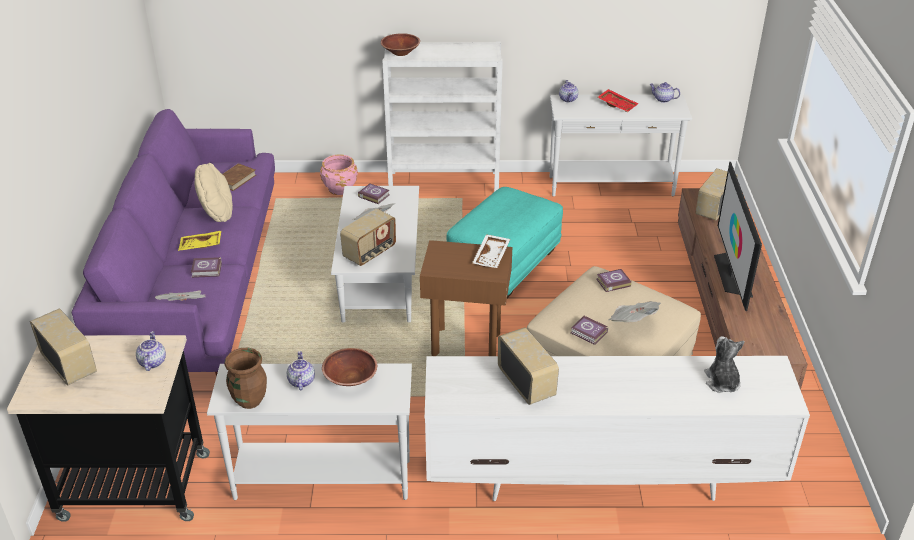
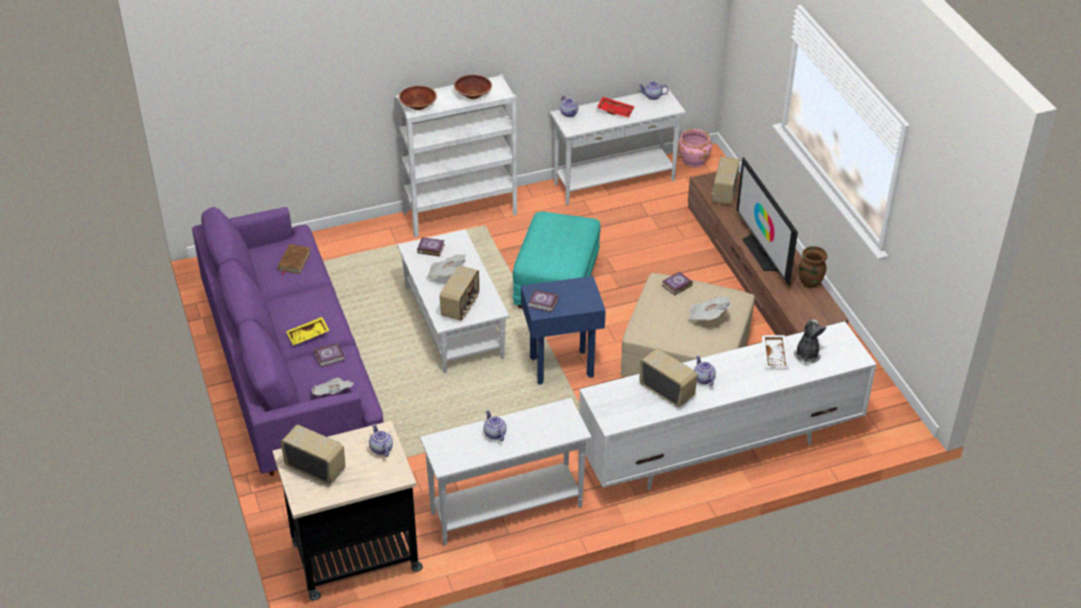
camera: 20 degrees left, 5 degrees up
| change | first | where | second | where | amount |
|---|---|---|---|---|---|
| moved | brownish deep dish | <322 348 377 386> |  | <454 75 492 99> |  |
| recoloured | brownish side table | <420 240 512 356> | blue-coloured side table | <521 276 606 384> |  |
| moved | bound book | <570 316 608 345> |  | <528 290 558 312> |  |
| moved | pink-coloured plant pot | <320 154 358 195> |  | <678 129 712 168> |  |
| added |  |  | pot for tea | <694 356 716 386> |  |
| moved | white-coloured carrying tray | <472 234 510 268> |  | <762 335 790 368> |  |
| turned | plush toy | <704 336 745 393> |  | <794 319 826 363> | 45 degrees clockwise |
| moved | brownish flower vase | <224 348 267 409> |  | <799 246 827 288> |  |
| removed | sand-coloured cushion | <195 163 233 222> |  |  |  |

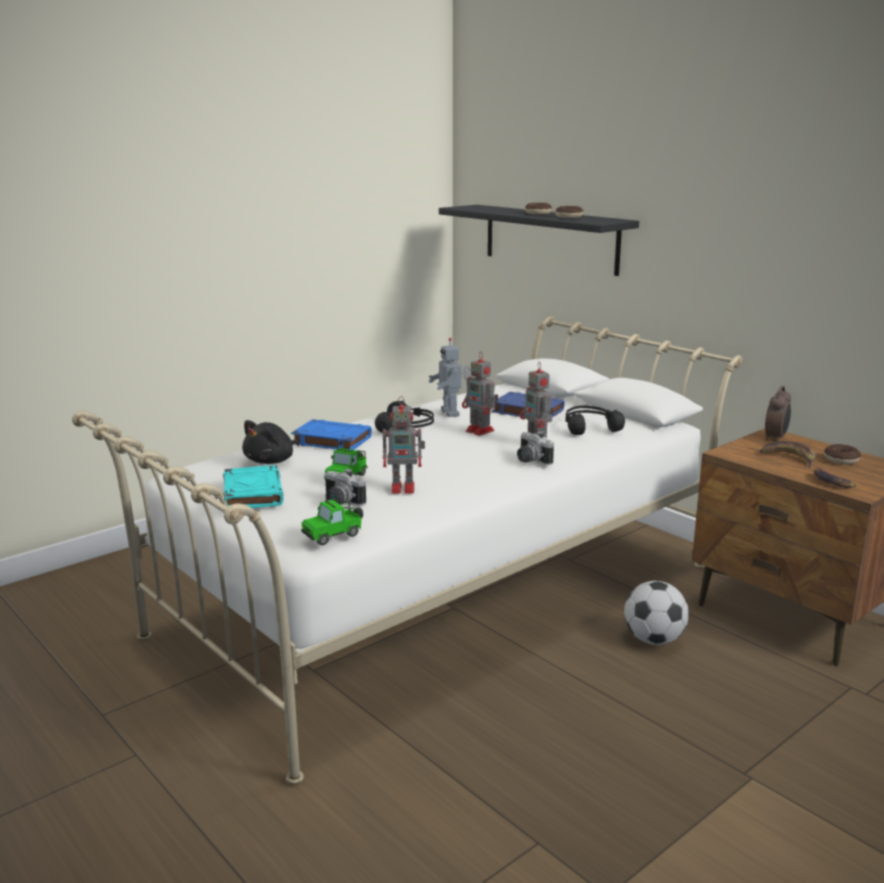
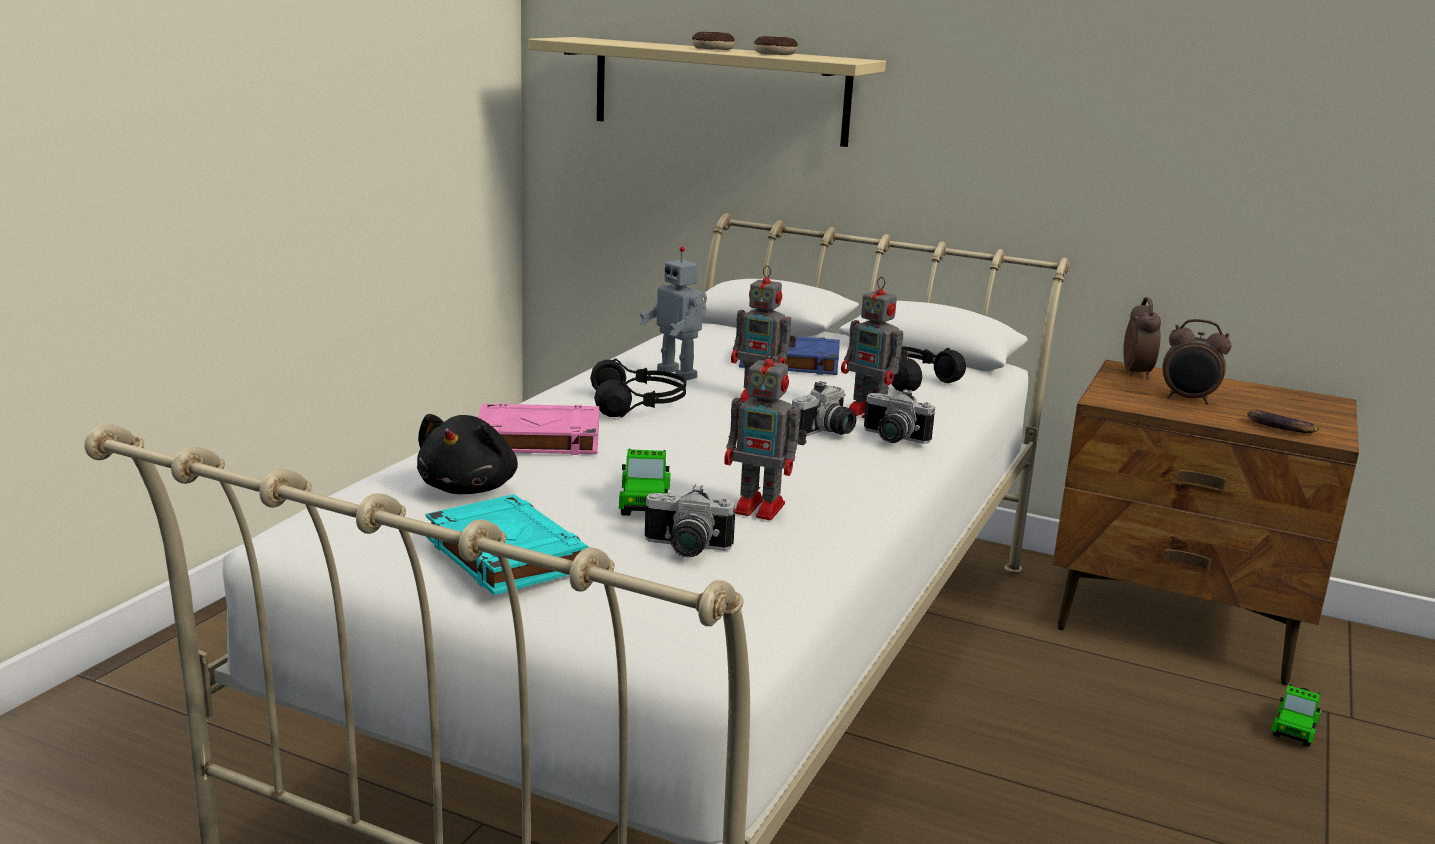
camera: 25 degrees left, 0 degrees up
| change | first | where | second | where | amount |
|---|---|---|---|---|---|
| recoloured | blue-coloured bound book | <291 419 372 450> | pink-coloured bound book | <478 403 599 455> |  |
| recoloured | blackish shelf | <439 205 639 276> | sand-coloured shelf | <528 37 886 147> |  |
| turned | model robot | <383 396 425 494> |  | <724 344 807 520> | 45 degrees clockwise |
| added |  |  | still camera | <792 381 856 436> |  |
| replaced | banana fruit | <759 441 815 468> | alarm clock | <1162 319 1231 404> |  |
| moved | toy car | <301 500 363 545> |  | <1271 683 1321 747> |  |
| removed | football | <624 581 689 645> |  |  |  |
| removed | doughnut | <824 444 861 465> |  |  |  |

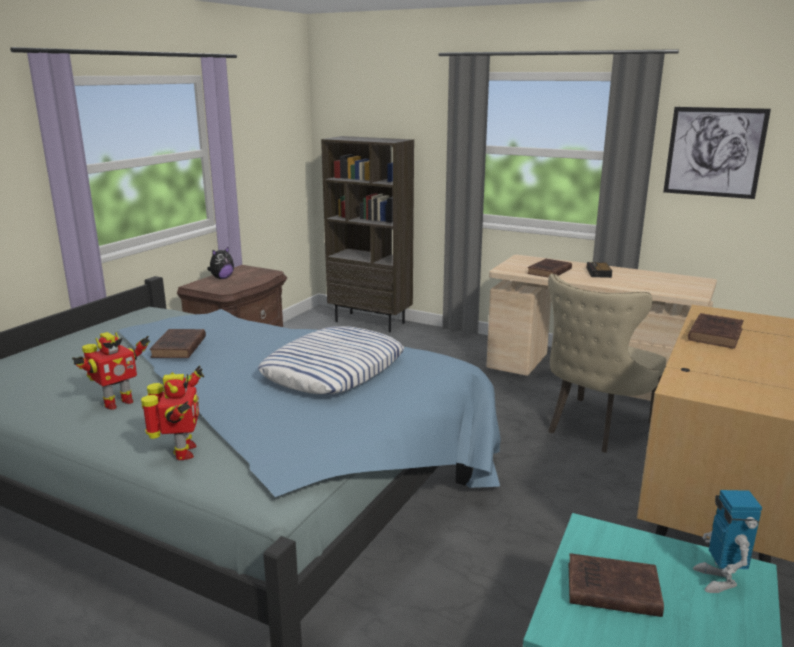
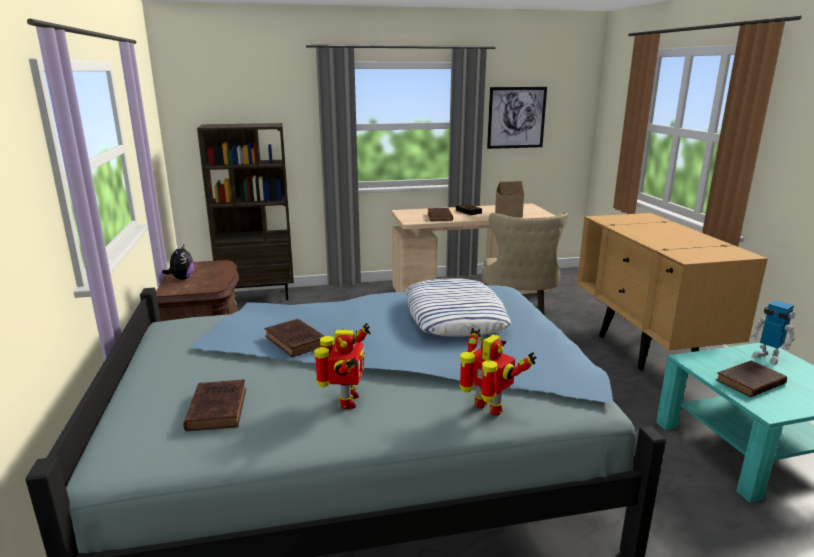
camera: 40 degrees left, 0 degrees up
| change | first | where | second | where | amount |
|---|---|---|---|---|---|
| moved | brownish bound book | <688 313 744 349> |  | <183 380 246 432> |  |
| added |  |  | model house | <495 181 524 217> |  |

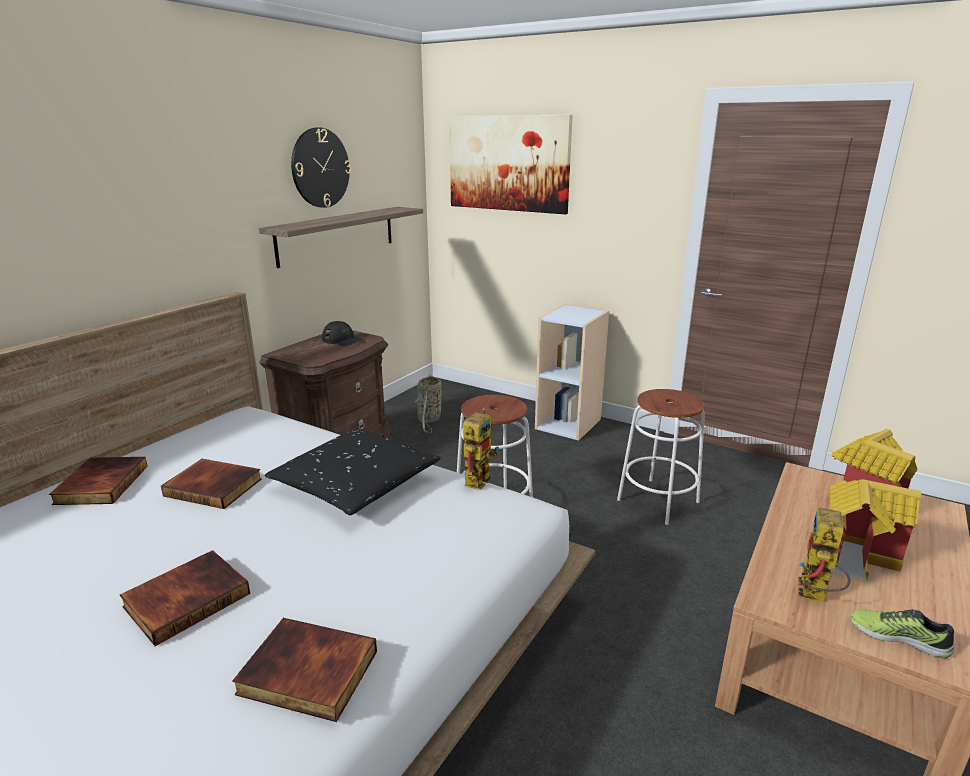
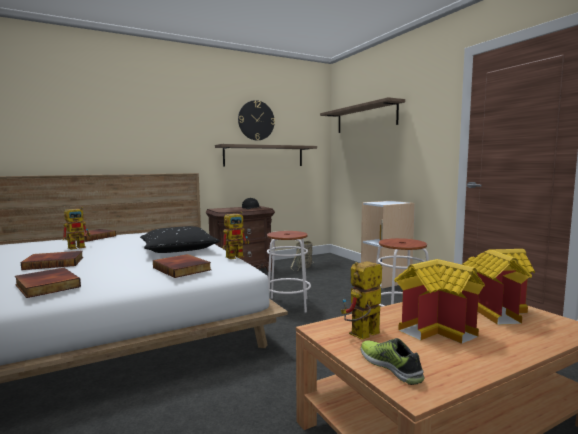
camera: 30 degrees right, 15 degrees down
| change | first | where | second | where | amount |
|---|---|---|---|---|---|
| added |  |  | model robot | <63 207 91 250> |  |
| moved | bound book | <161 459 262 509> |  | <153 254 211 278> |  |
| replaced | wall art | <449 115 573 214> | shelf | <320 97 405 133> |  |

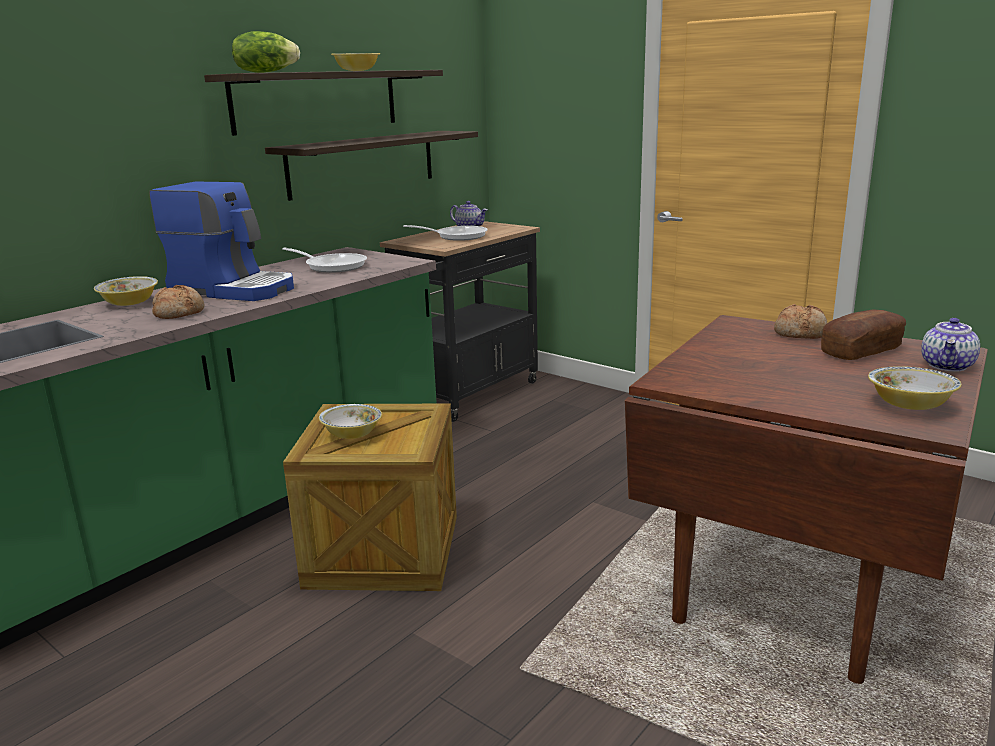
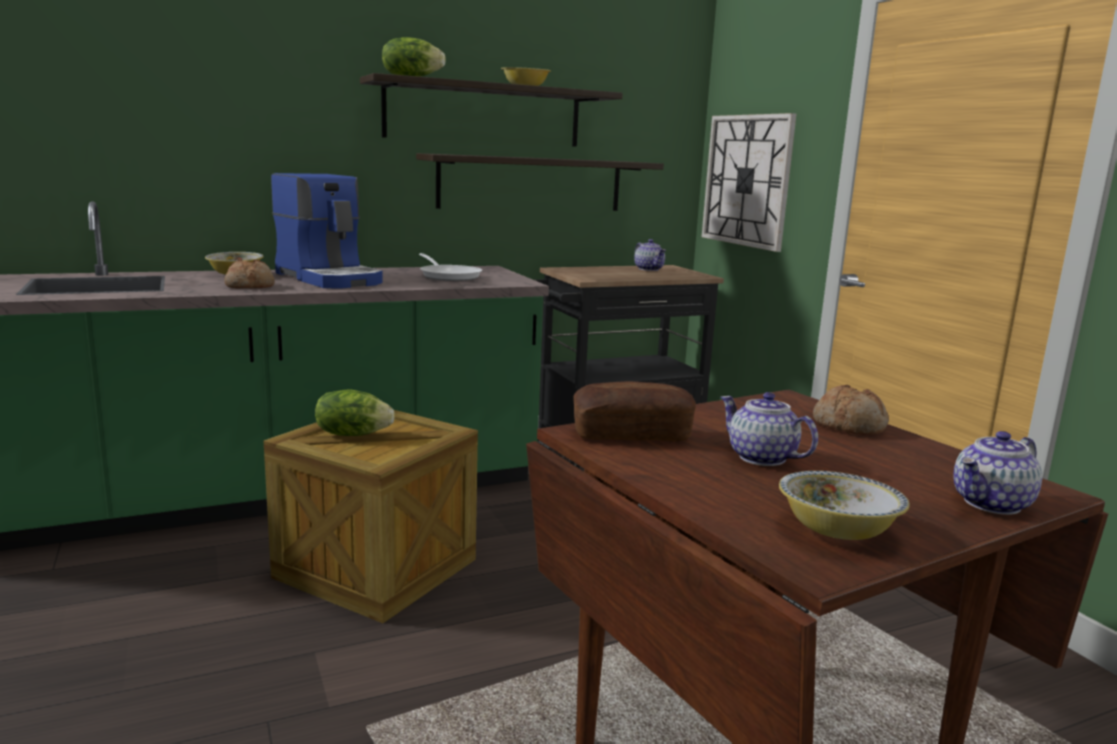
camera: 25 degrees right, 5 degrees down
| change | first | where | second | where | amount |
|---|---|---|---|---|---|
| replaced | deep dish | <319 404 382 439> | head of lettuce | <315 390 395 436> |  |
| moved | bakery bread | <821 310 906 360> |  | <573 381 696 442> |  |
| added |  |  | hanging clock | <702 113 796 252> |  |
| added |  |  | pot for tea | <720 392 818 466> |  |
| removed | pan | <403 225 488 241> |  |  |  |

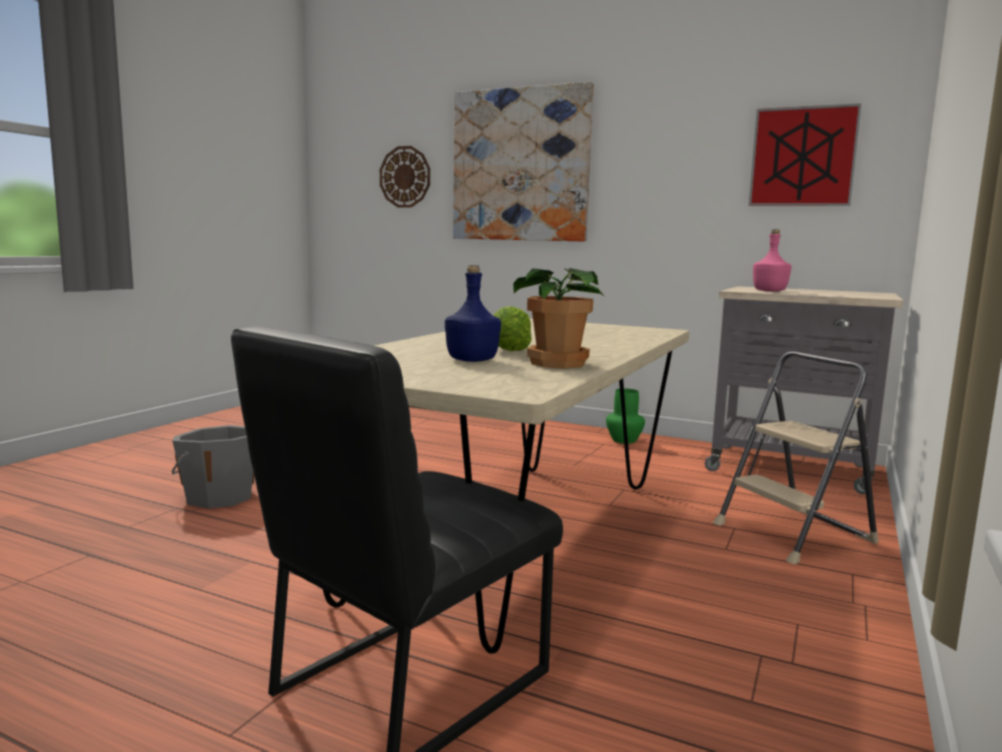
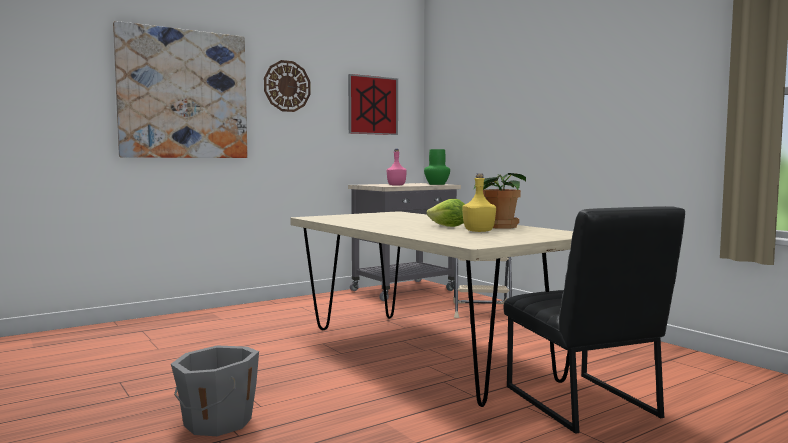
camera: 60 degrees left, 5 degrees down
| change | first | where | second | where | amount |
|---|---|---|---|---|---|
| moved | hanging clock | <380 146 430 208> |  | <264 60 311 112> |  |
| moved | green-coloured flower vase | <606 388 645 444> |  | <424 149 450 185> |  |
| recoloured | blue-coloured bottle | <445 265 501 362> | yellow-coloured bottle | <462 173 496 232> |  |

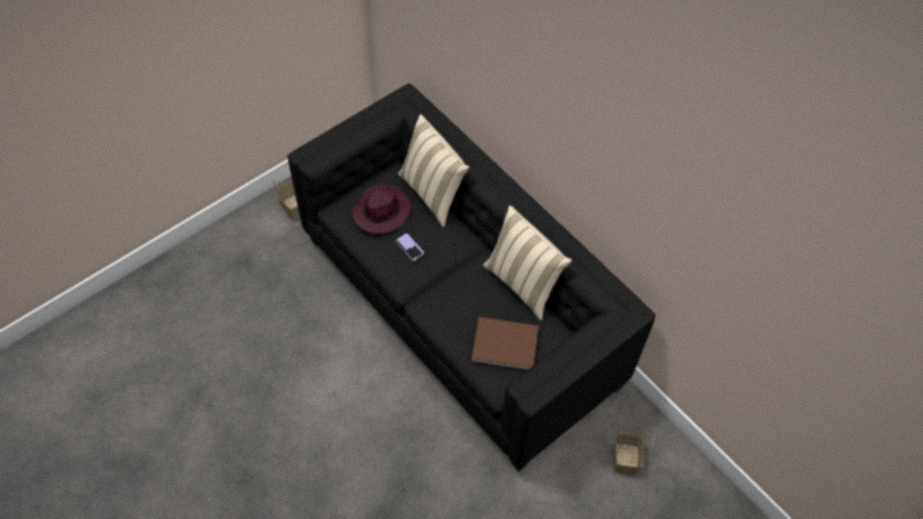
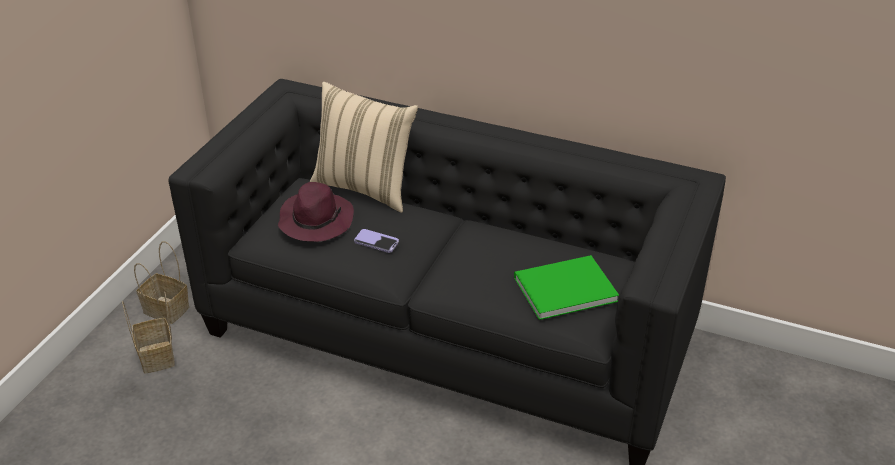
camera: 25 degrees left, 20 degrees down
| change | first | where | second | where | amount |
|---|---|---|---|---|---|
| moved | storage basket | <613 430 654 475> |  | <122 291 175 374> |  |
| recoloured | brownish bound book | <471 317 539 370> | green-coloured bound book | <514 255 619 320> |  |
| removed | sand-coloured cushion | <483 206 572 321> |  |  |  |

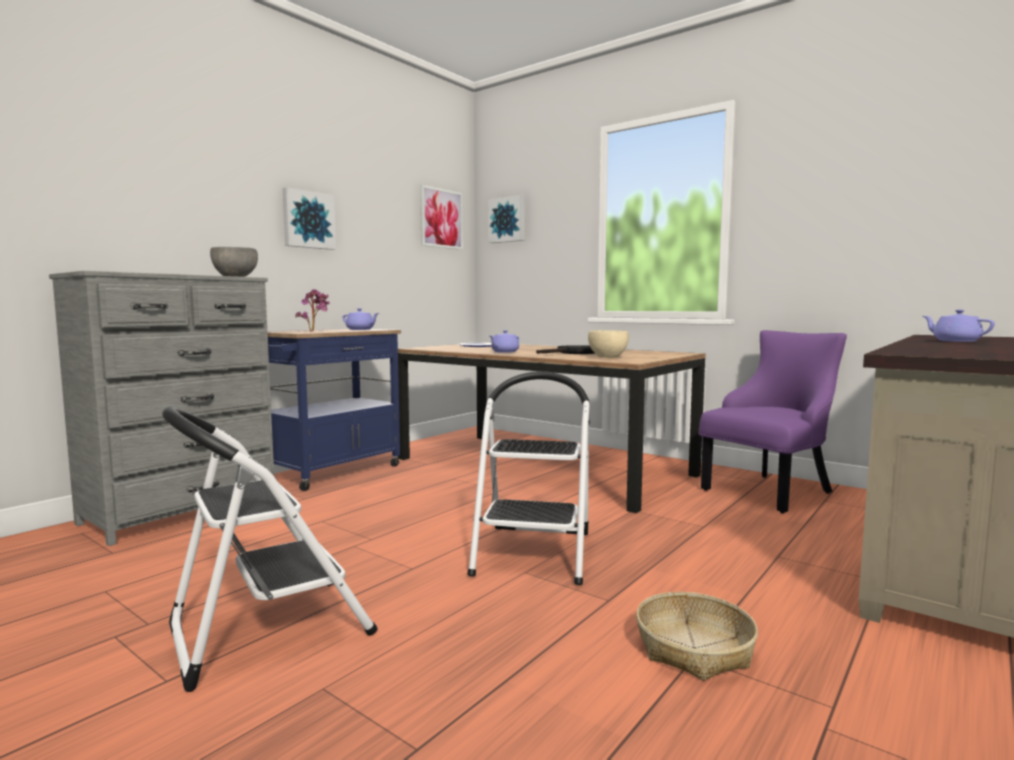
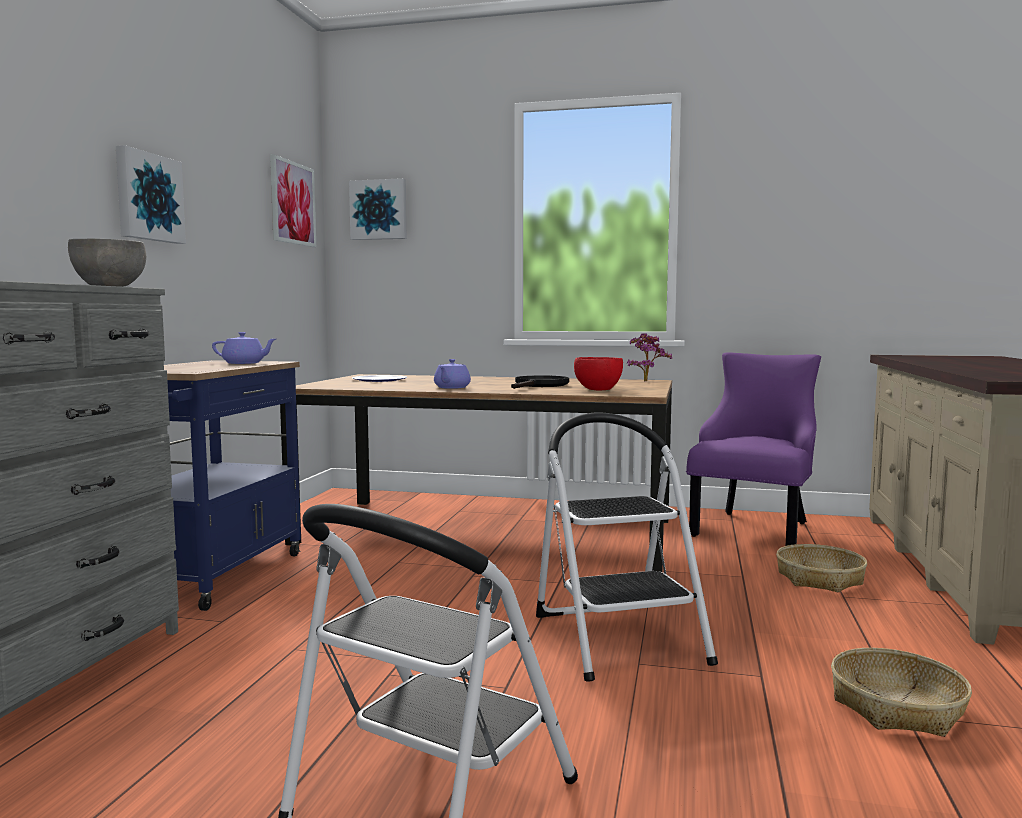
camera: 25 degrees left, 0 degrees up
| change | first | where | second | where | amount |
|---|---|---|---|---|---|
| recoloured | sand-coloured deep dish | <588 330 629 358> | reddish deep dish | <574 357 623 390> |  |
| moved | plant in a pot | <295 289 330 332> |  | <627 333 672 381> |  |
| added |  |  | storage basket | <776 544 867 592> |  |
| removed | purplish pot for tea | <923 310 995 342> |  |  |  |

